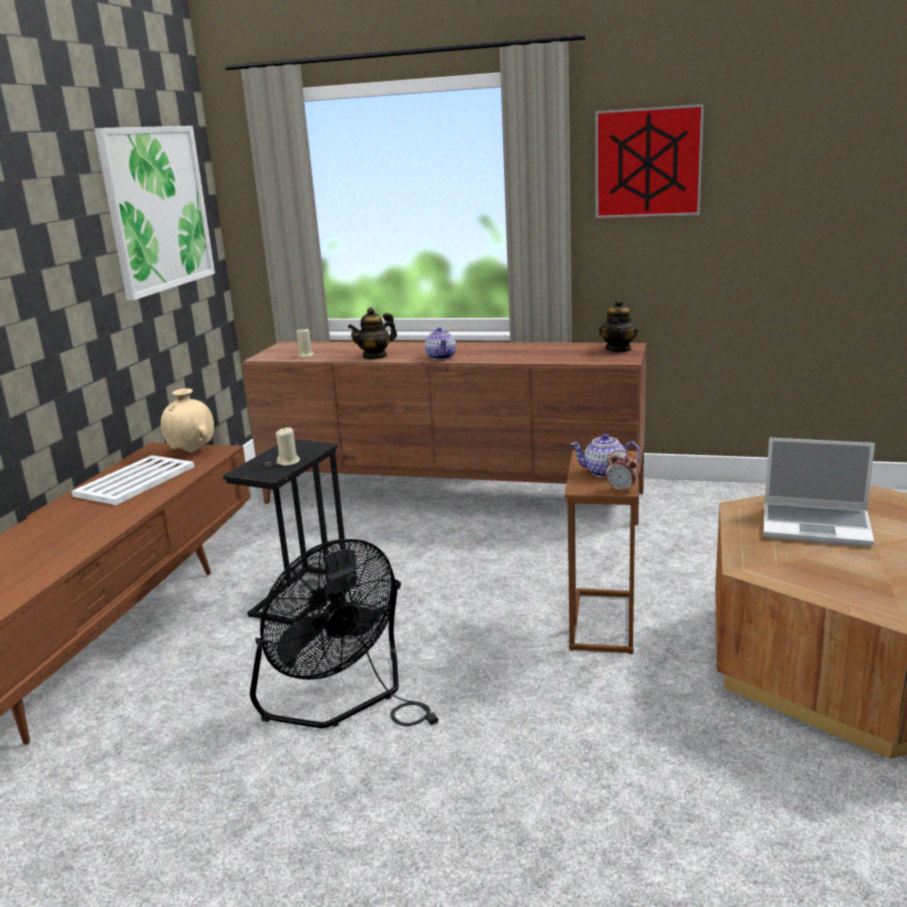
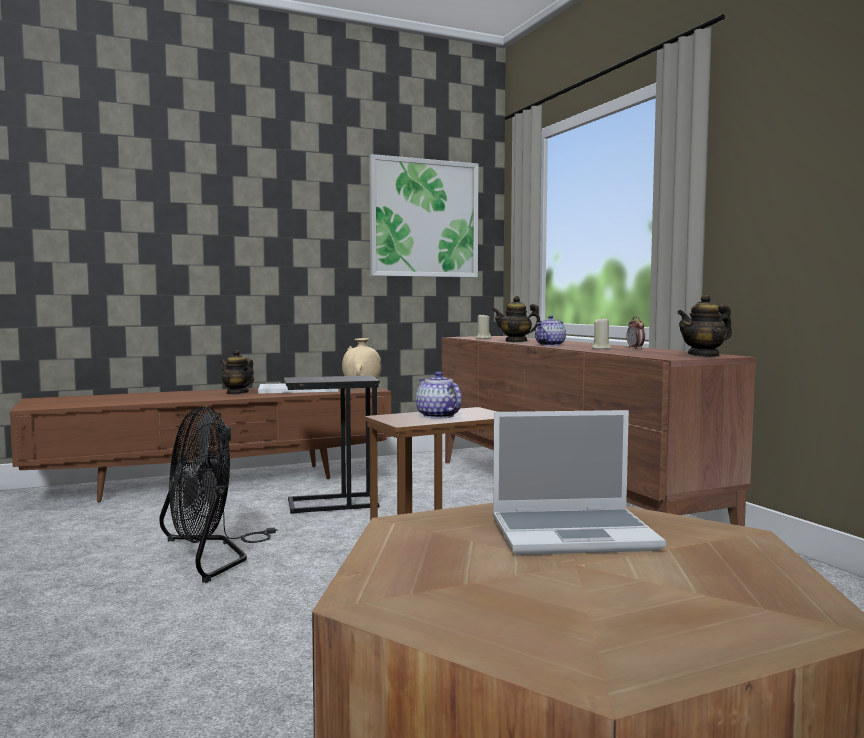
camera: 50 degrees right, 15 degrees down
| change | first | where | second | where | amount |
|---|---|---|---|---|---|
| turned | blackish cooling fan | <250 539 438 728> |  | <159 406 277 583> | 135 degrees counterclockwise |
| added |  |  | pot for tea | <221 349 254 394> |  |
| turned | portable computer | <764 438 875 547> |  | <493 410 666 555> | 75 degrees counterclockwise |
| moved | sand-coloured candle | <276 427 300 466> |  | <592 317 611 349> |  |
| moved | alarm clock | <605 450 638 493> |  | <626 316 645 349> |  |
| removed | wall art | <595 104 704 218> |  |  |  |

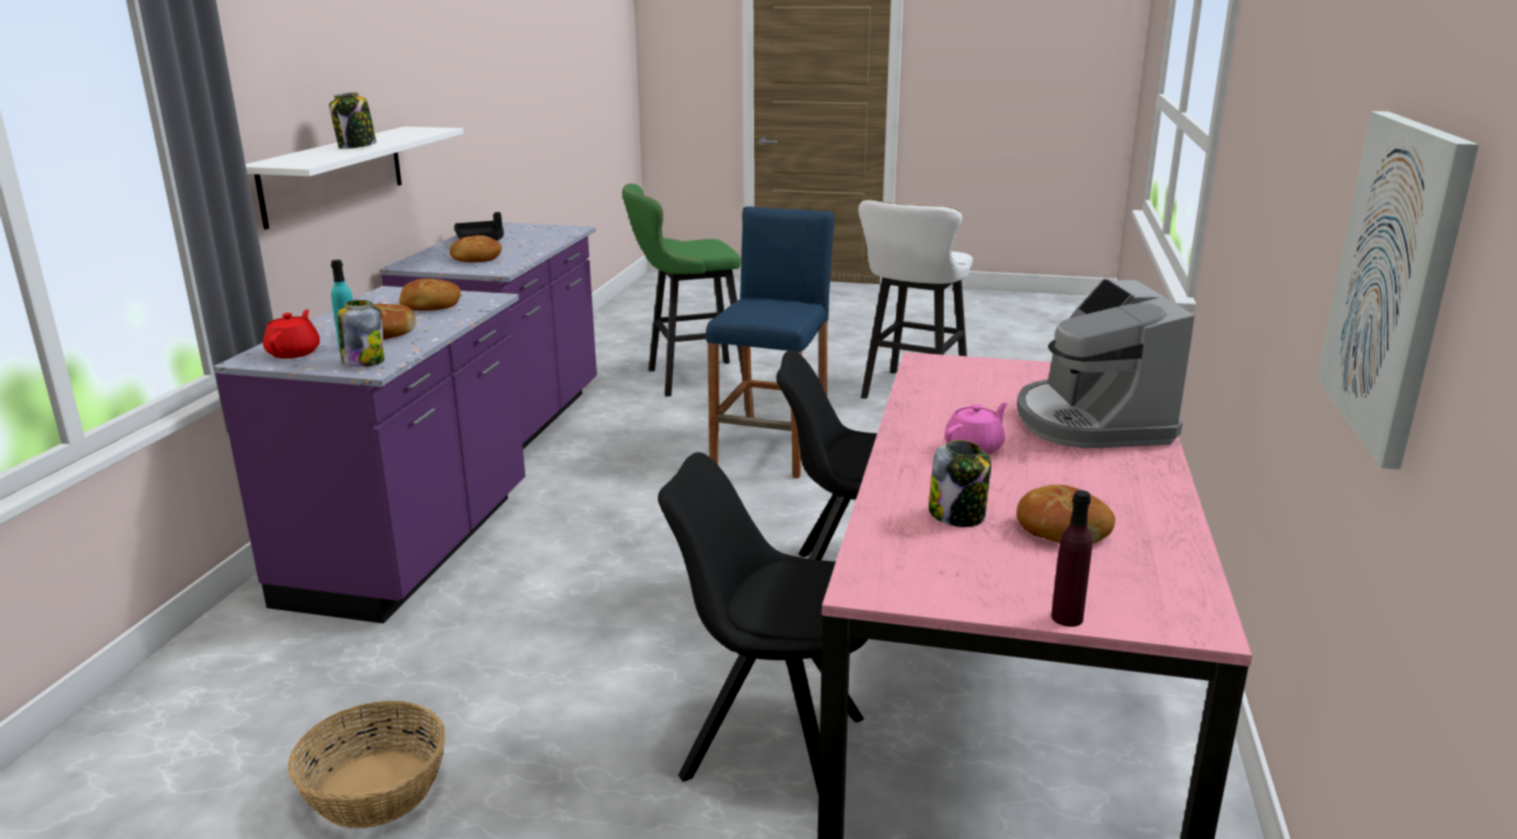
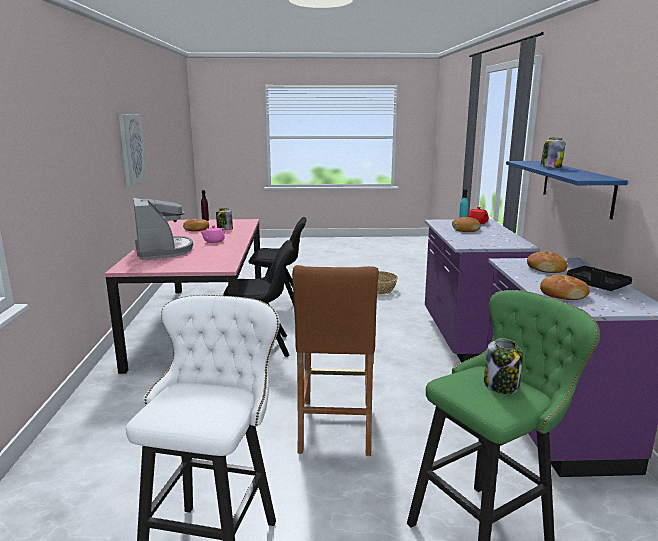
camera: 165 degrees right, 5 degrees down
| change | first | where | second | where | amount |
|---|---|---|---|---|---|
| recoloured | blue-coloured stool | <706 206 834 478> | brownish stool | <292 265 379 456> |  |
| moved | storage jar | <338 300 384 367> |  | <484 338 523 394> |  |
| recoloured | white-coloured shelf | <245 127 464 230> | blue-coloured shelf | <506 161 628 219> |  |
| moved | bakery bread | <399 278 460 311> |  | <540 274 590 300> |  |

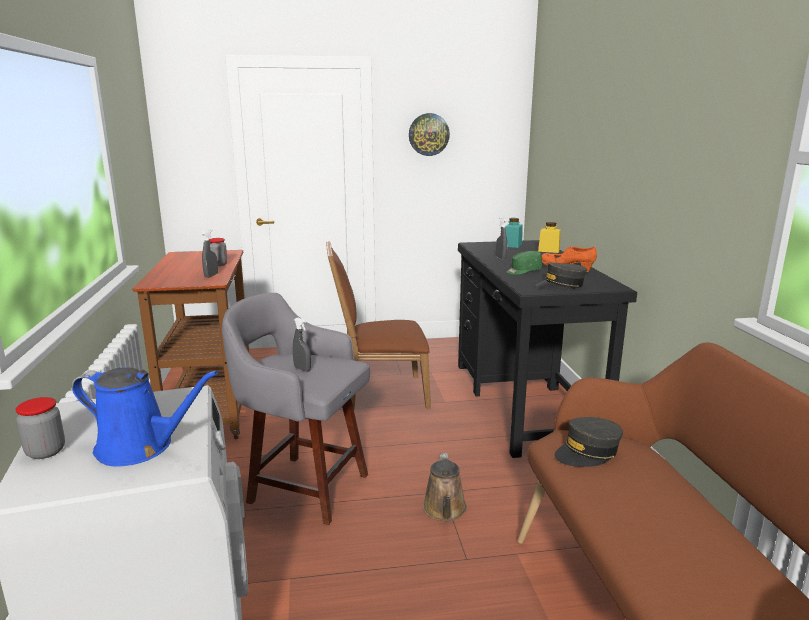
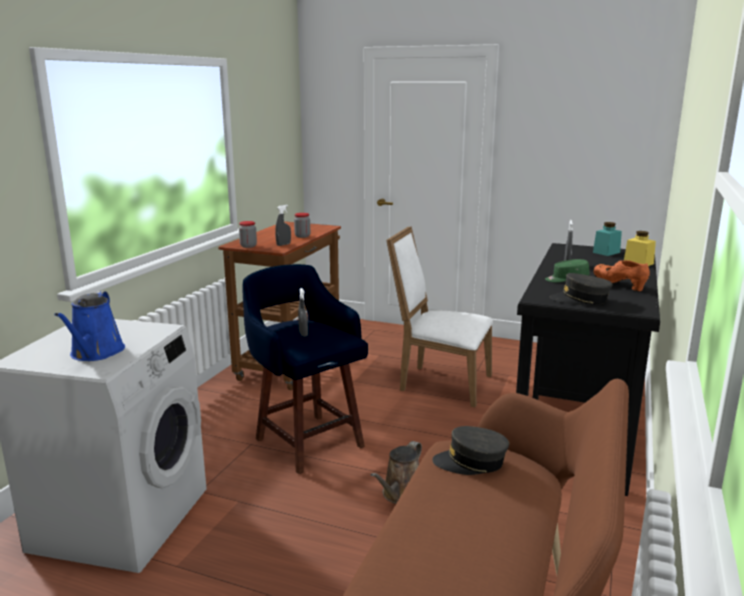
camera: 30 degrees right, 0 degrees up
| change | first | where | second | where | amount |
|---|---|---|---|---|---|
| turned | blue-coloured sprinkling can | <72 368 218 467> |  | <54 291 125 361> | 45 degrees clockwise |
| moved | storage jar | <16 397 65 459> |  | <239 221 257 248> |  |
| recoloured | grey stool | <222 293 370 525> | blue-coloured stool | <242 264 368 474> |  |
| recoloured | brownish plain chair | <326 241 431 409> | white-coloured plain chair | <386 226 493 407> |  |
| removed | hanging clock | <409 113 450 156> |  |  |  |

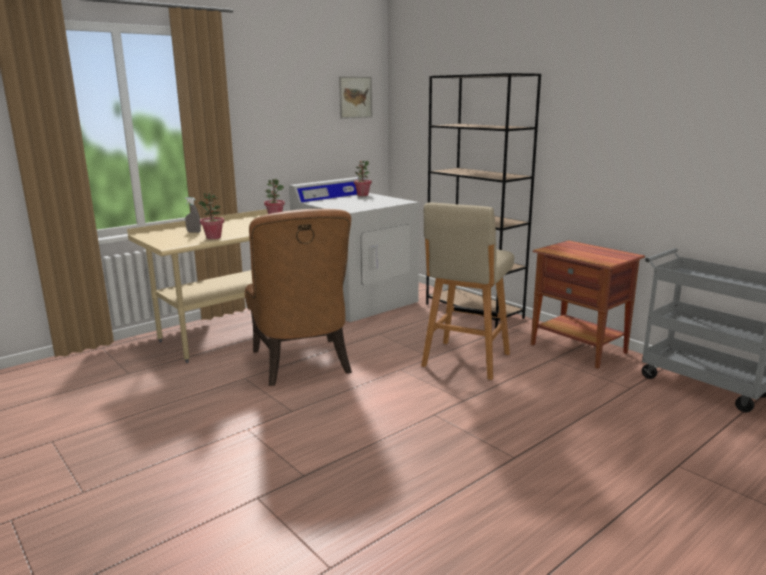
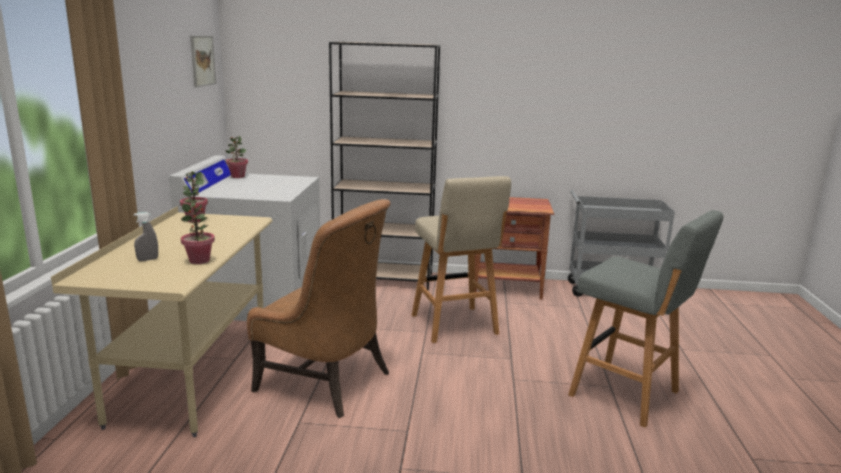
camera: 45 degrees left, 0 degrees up
| change | first | where | second | where | amount |
|---|---|---|---|---|---|
| added |  |  | grey stool | <568 210 724 428> |  |

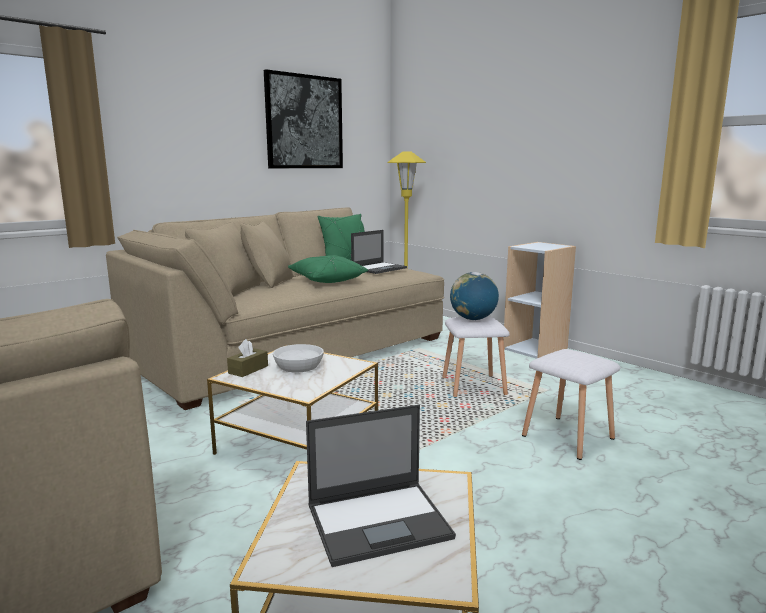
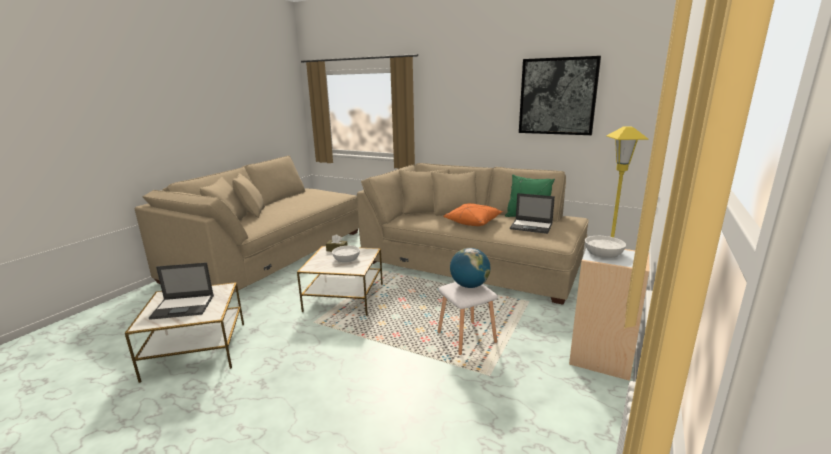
camera: 70 degrees right, 5 degrees up
| change | first | where | second | where | amount |
|---|---|---|---|---|---|
| turned | portable computer | <306 405 456 567> |  | <149 263 214 320> | 60 degrees counterclockwise |
| recoloured | green-coloured cushion | <288 255 368 283> | orange-coloured cushion | <443 203 503 226> |  |
| added |  |  | white-coloured deep dish | <585 236 626 258> |  |
| removed | white-coloured stool | <522 349 620 460> |  |  |  |

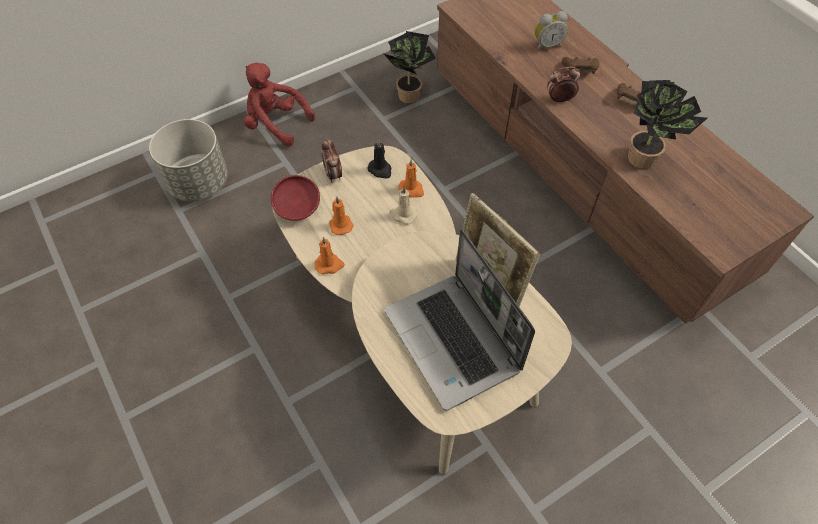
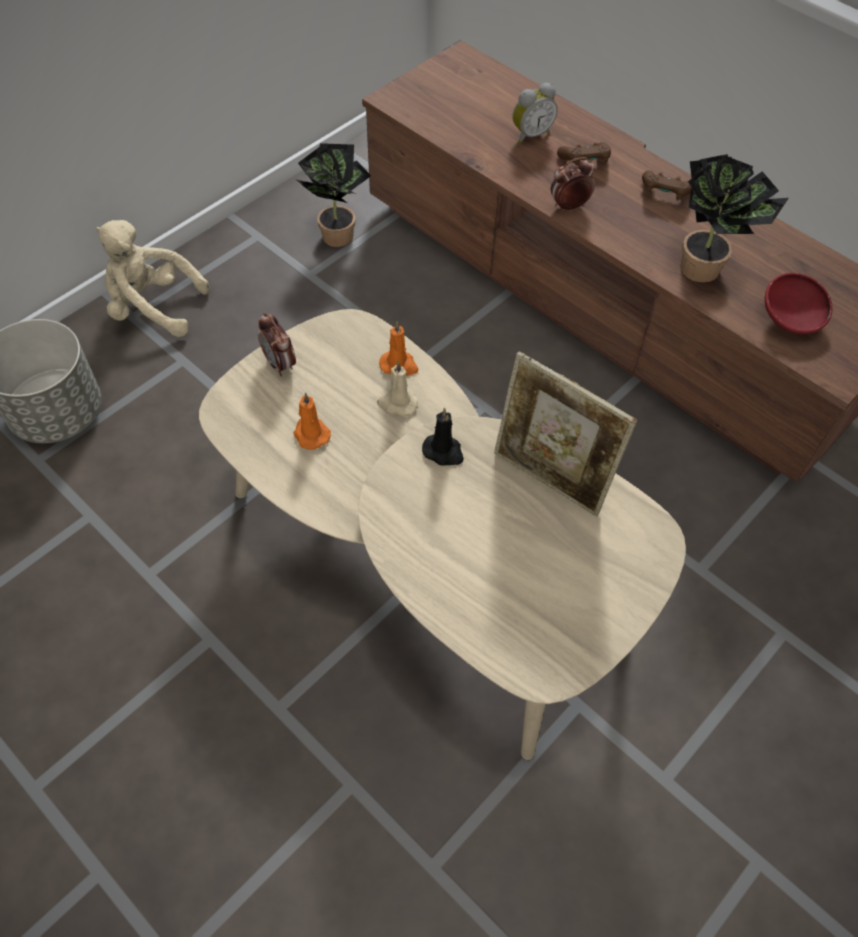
camera: 15 degrees left, 0 degrees up
| change | first | where | second | where | amount |
|---|---|---|---|---|---|
| recoloured | reddish plush toy | <243 63 315 147> | sand-coloured plush toy | <96 220 210 337> |  |
| moved | blackish candle | <368 139 392 179> |  | <422 408 464 466> |  |
| moved | reddish deep dish | <271 175 320 221> |  | <765 273 833 334> |  |
| removed | orange-coloured candle | <314 237 345 274> |  |  |  |
| removed | portable computer | <385 229 535 410> |  |  |  |

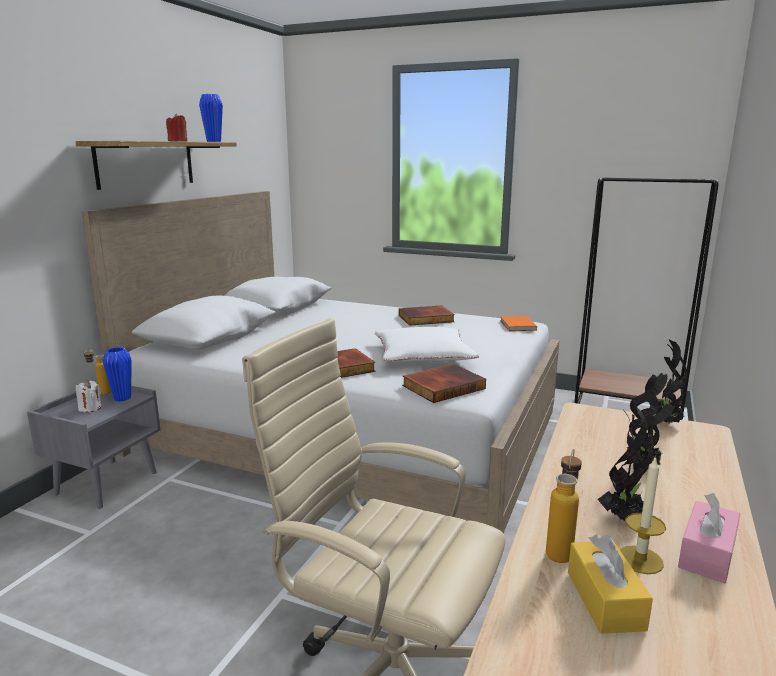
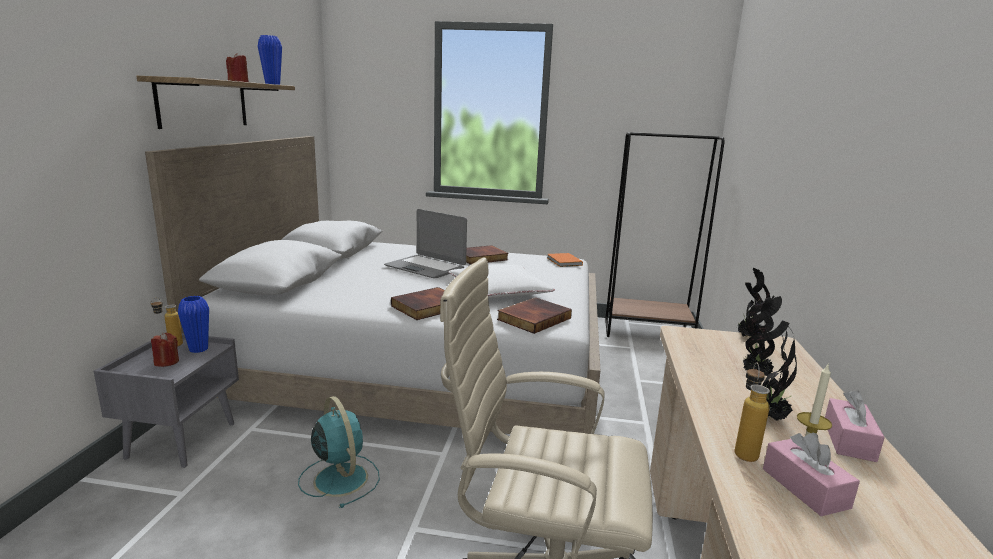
camera: 15 degrees left, 0 degrees up
| change | first | where | second | where | amount |
|---|---|---|---|---|---|
| recoloured | white-coloured candle | <76 380 102 412> | reddish candle | <151 333 179 367> |  |
| added |  |  | turquoise-coloured cooling fan | <298 396 380 508> |  |
| added |  |  | portable computer | <384 209 467 278> |  |
| recoloured | yellow-coloured tissue box | <568 534 653 634> | pink-coloured tissue box | <763 433 860 516> |  |

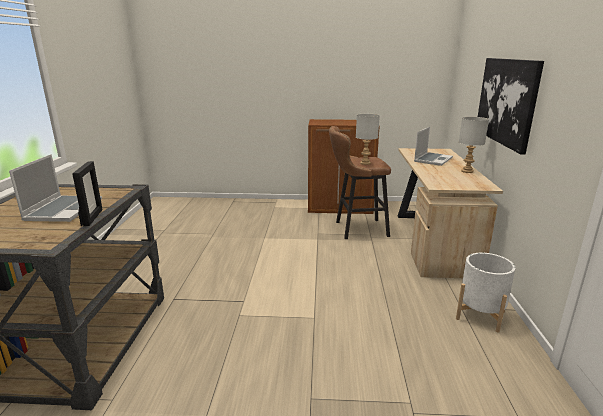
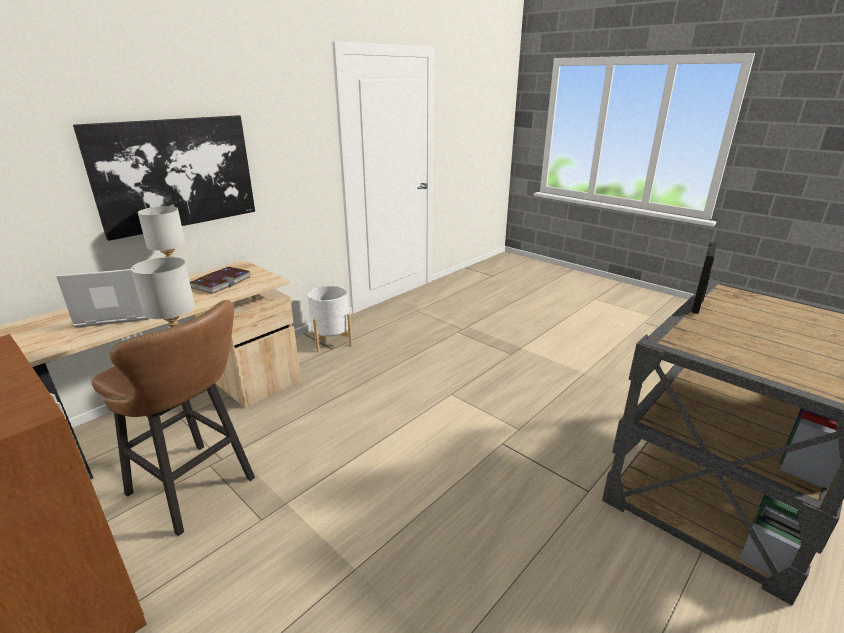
camera: 140 degrees left, 5 degrees up
| change | first | where | second | where | amount |
|---|---|---|---|---|---|
| added |  |  | bound book | <190 267 251 294> |  |
| removed | portable computer | <9 154 102 222> |  |  |  |

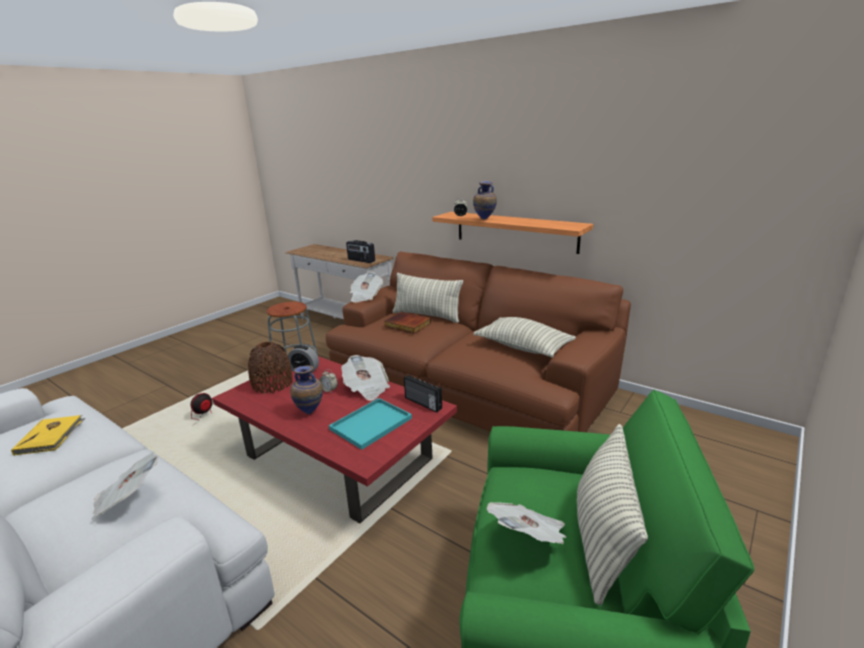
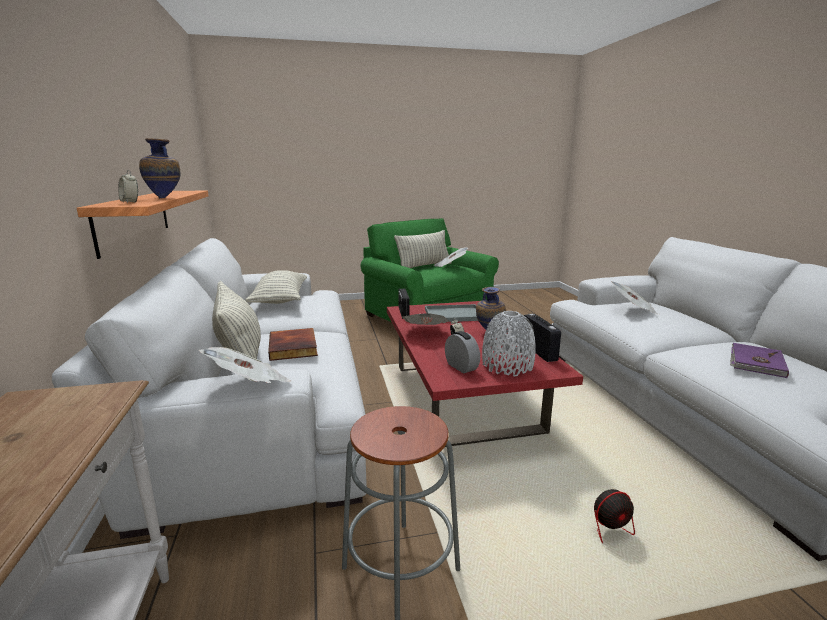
camera: 140 degrees left, 5 degrees down
| change | first | where | second | where | amount |
|---|---|---|---|---|---|
| recoloured | brownish sofa | <326 251 631 432> | white-coloured sofa | <52 238 367 539> |  |
| recoloured | turquoise-coloured carrying tray | <329 398 412 450> | grey carrying tray | <425 304 478 322> |  |
| recoloured | brownish flower vase | <248 342 293 393> | grey flower vase | <482 311 536 377> |  |
| moved | radio receiver | <346 240 375 263> |  | <524 314 561 362> |  |
| recoloured | yellow-coloured bound book | <11 415 85 456> | purplish bound book | <730 343 789 378> |  |

